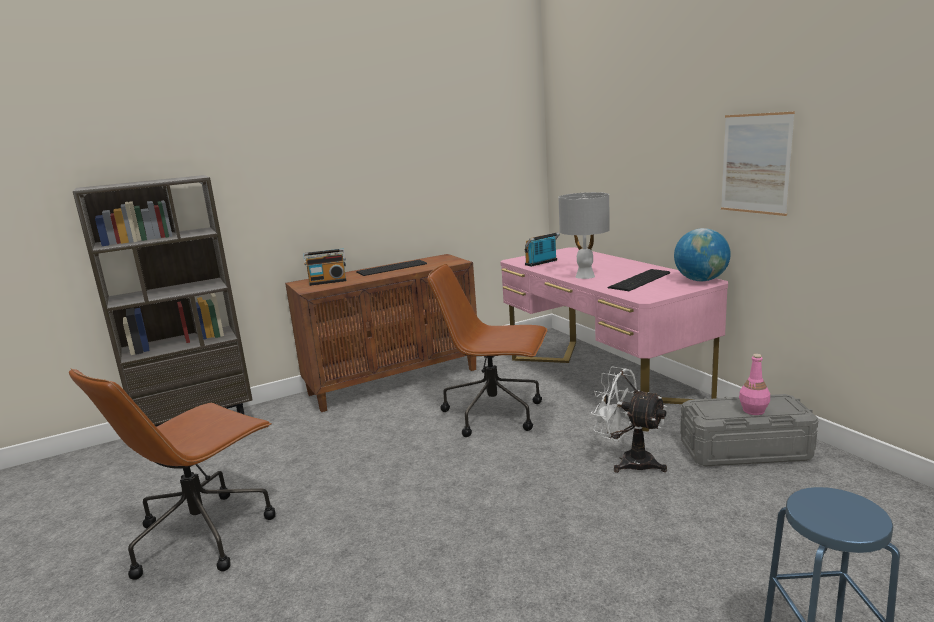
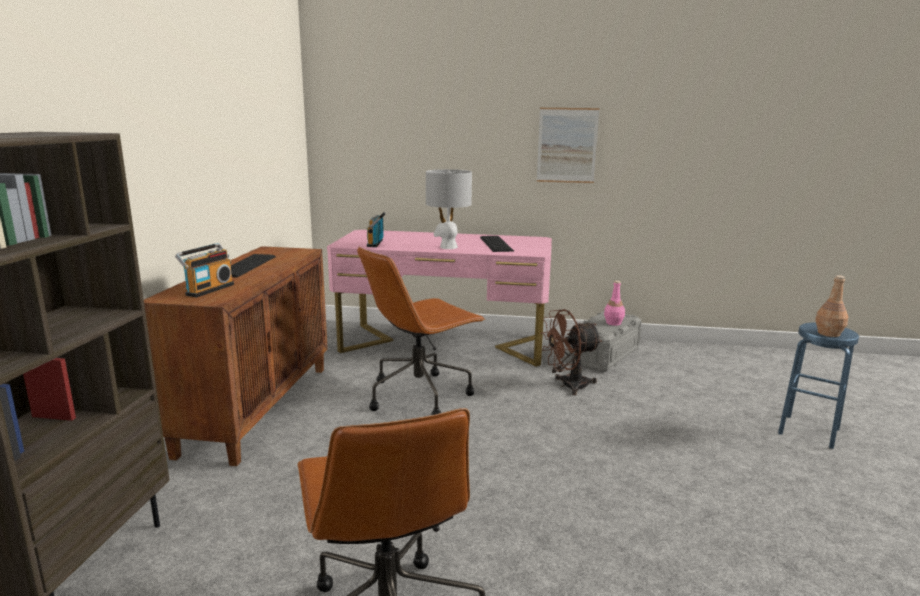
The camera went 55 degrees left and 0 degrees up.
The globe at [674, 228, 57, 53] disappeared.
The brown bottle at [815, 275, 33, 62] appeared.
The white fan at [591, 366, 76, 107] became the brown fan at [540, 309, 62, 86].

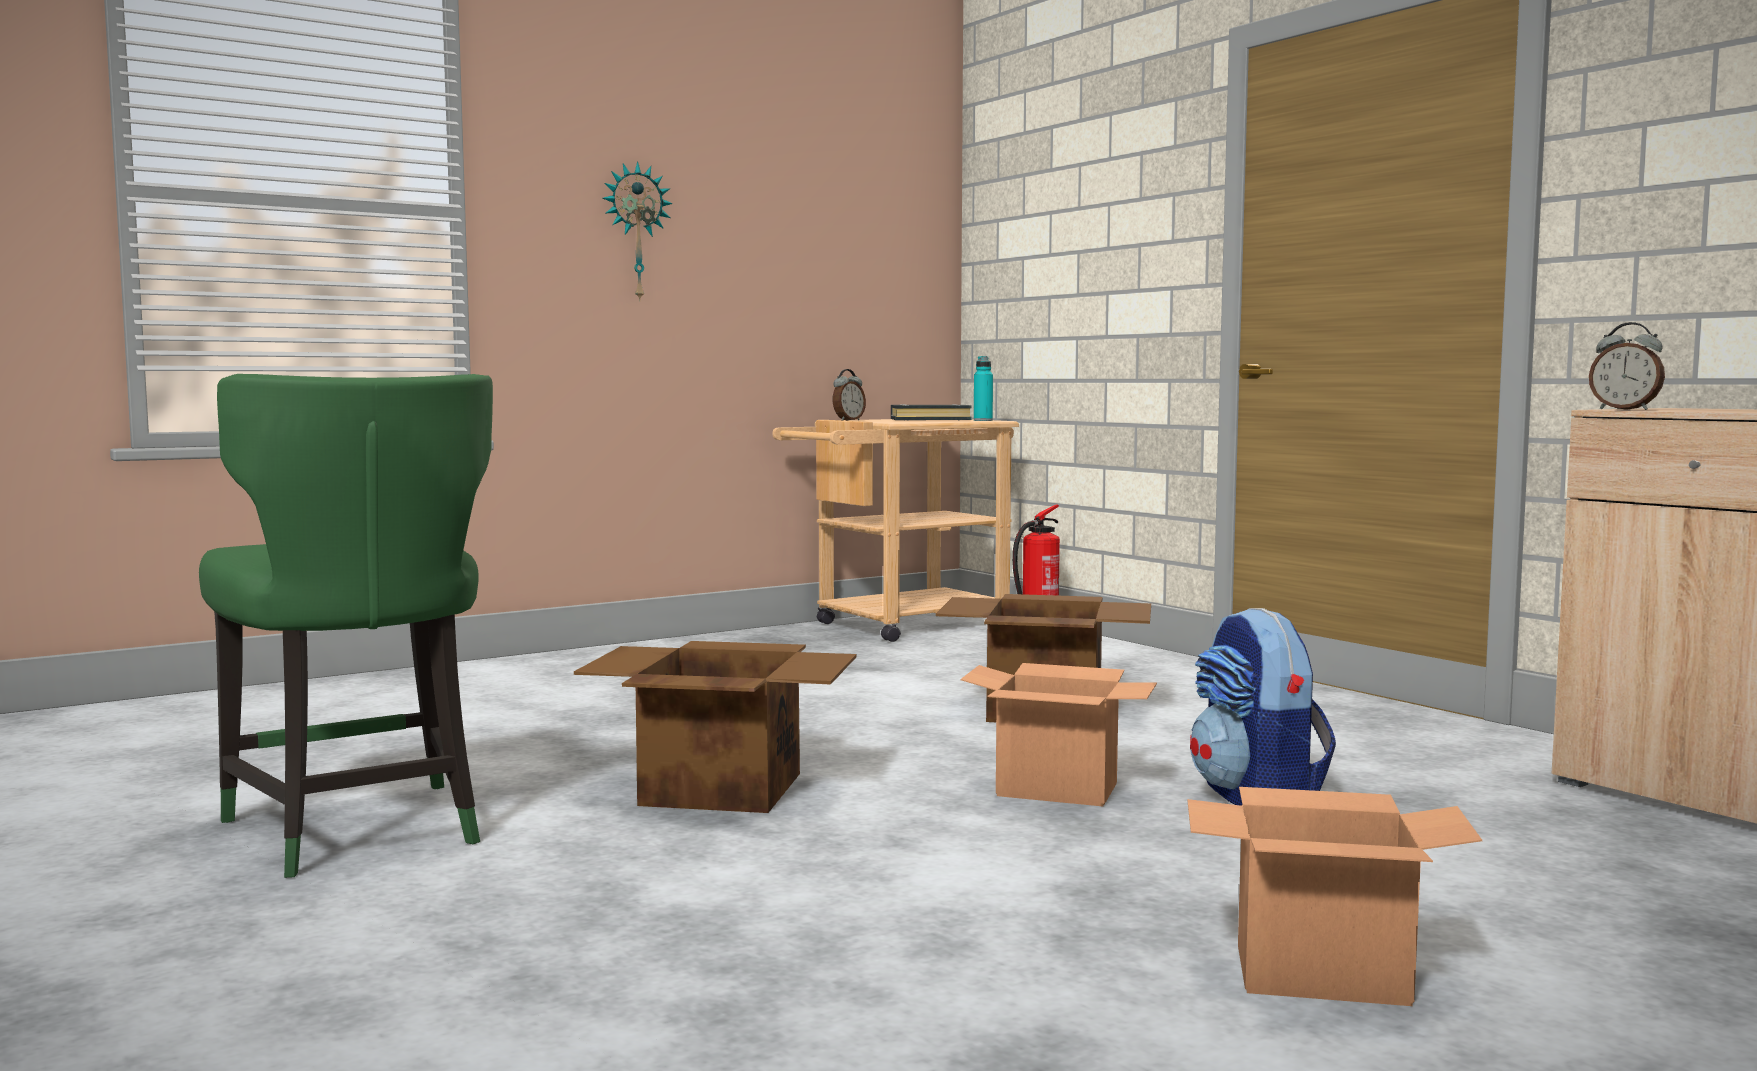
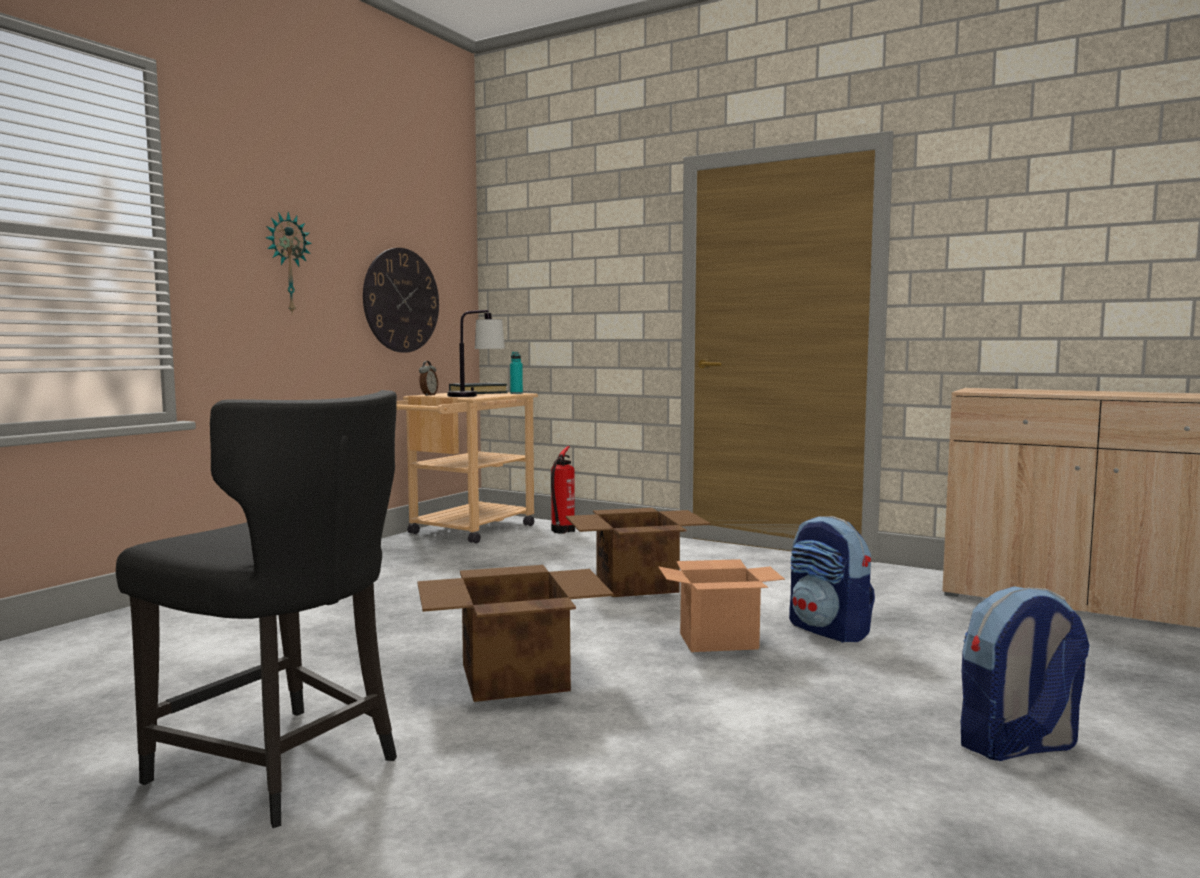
The camera went 25 degrees left and 0 degrees up.
The alarm clock at [1589, 322, 76, 88] disappeared.
The wall clock at [363, 248, 76, 105] appeared.
The table lamp at [447, 310, 58, 87] appeared.
The cardboard box at [1187, 787, 295, 219] was replaced by the backpack at [961, 586, 129, 175].
The green chair at [199, 374, 294, 504] became the black chair at [116, 390, 281, 438].

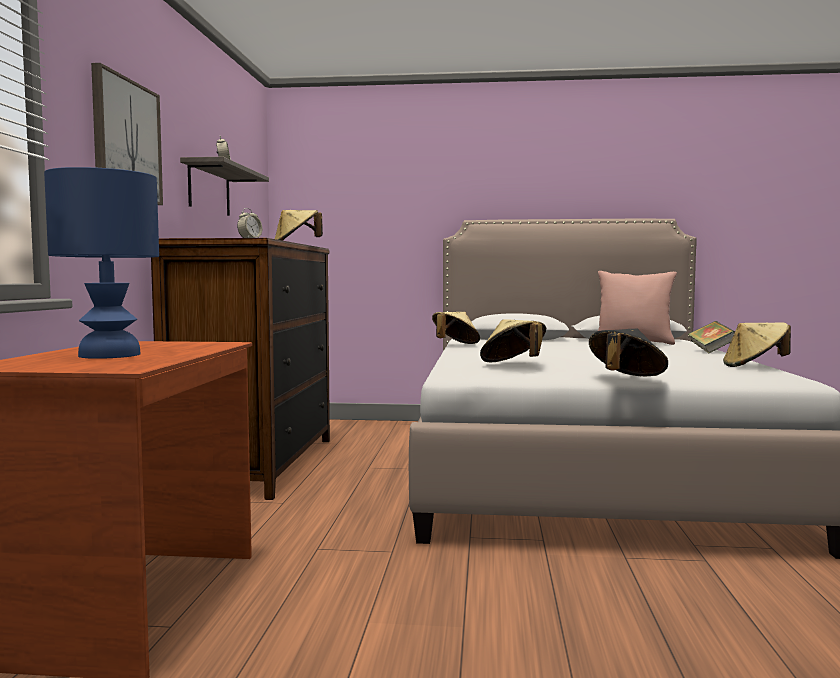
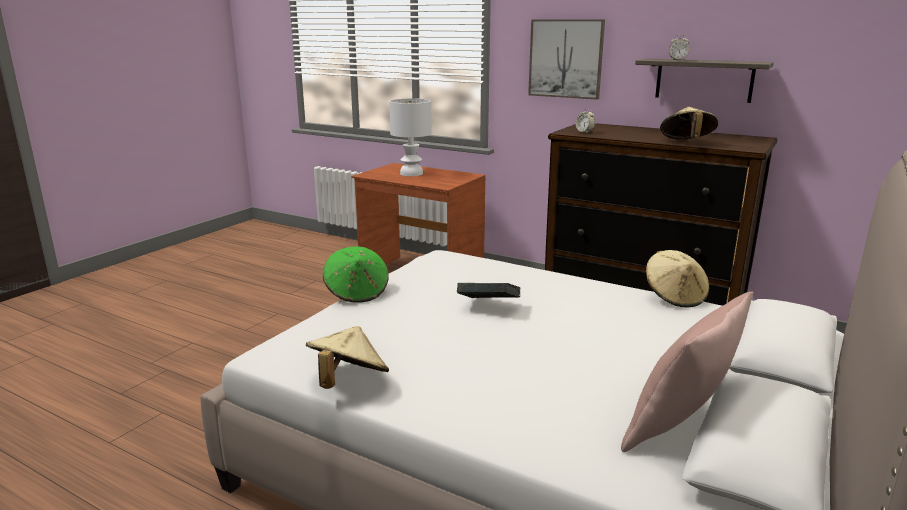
The camera went 115 degrees right and 15 degrees up.
The beige hat at [480, 319, 66, 43] disappeared.
The book moved from [687, 321, 48, 32] to [457, 283, 63, 15].
The blue table lamp at [44, 167, 115, 192] became the white table lamp at [389, 98, 43, 78].
The black hat at [589, 328, 79, 49] became the green hat at [323, 246, 66, 57].

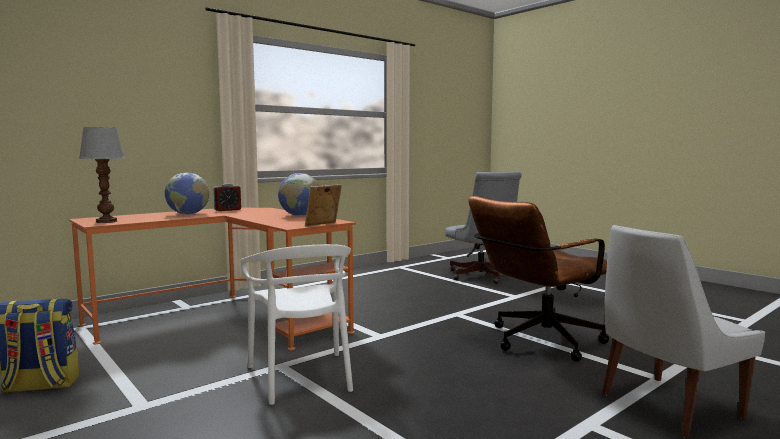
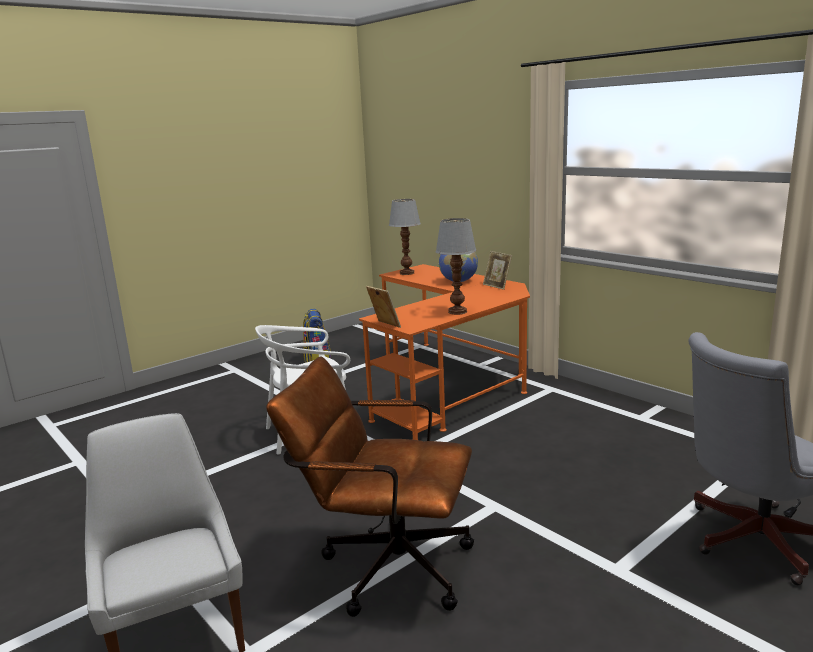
The camera went 90 degrees right and 10 degrees up.
The alarm clock at [214, 183, 27, 28] was replaced by the picture frame at [483, 251, 29, 39].
The globe at [278, 173, 41, 43] was replaced by the table lamp at [436, 218, 41, 97].
The brown office chair at [468, 196, 141, 166] turned 45 degrees counterclockwise.

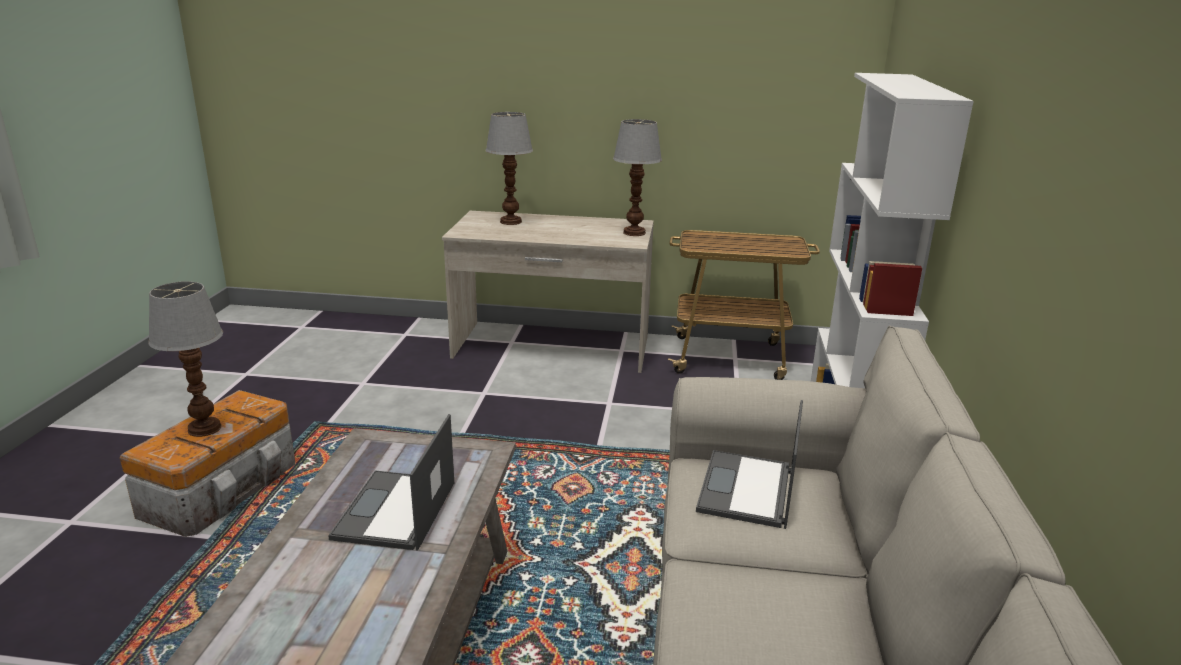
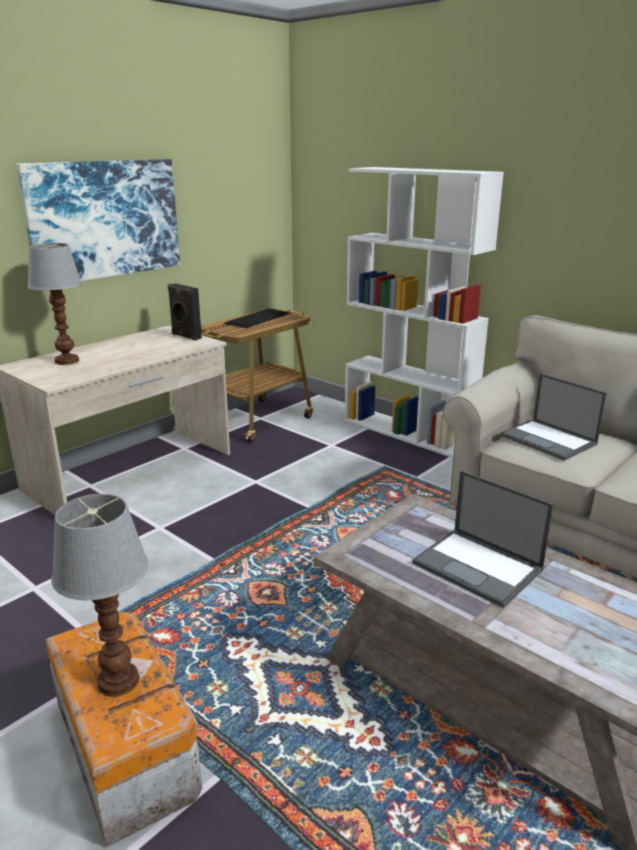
The camera went 55 degrees left and 0 degrees up.
The picture at [16, 159, 164, 122] appeared.
The keyboard at [224, 308, 66, 20] appeared.
The table lamp at [613, 119, 49, 117] was replaced by the black speaker at [168, 283, 34, 58].

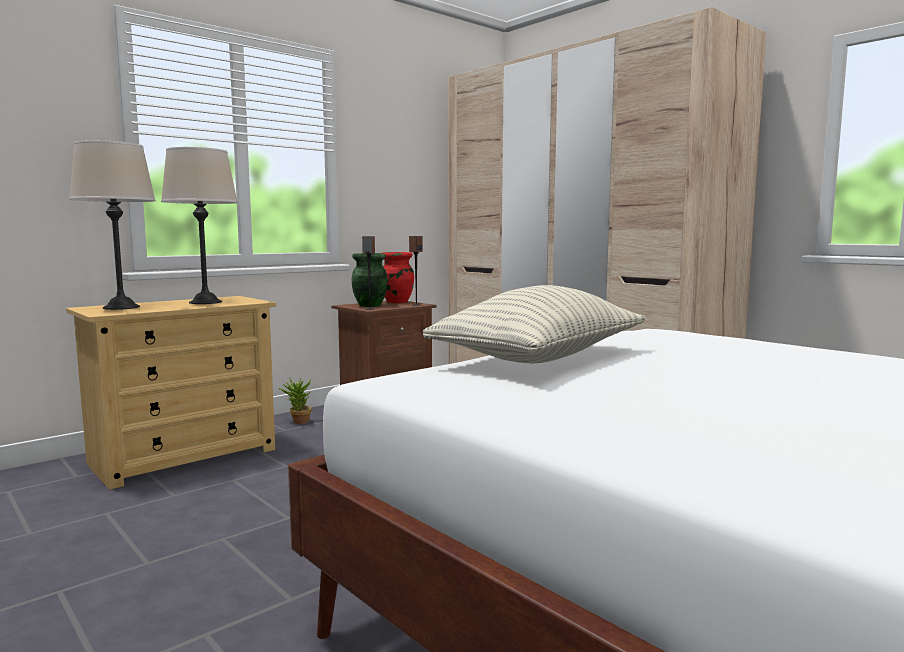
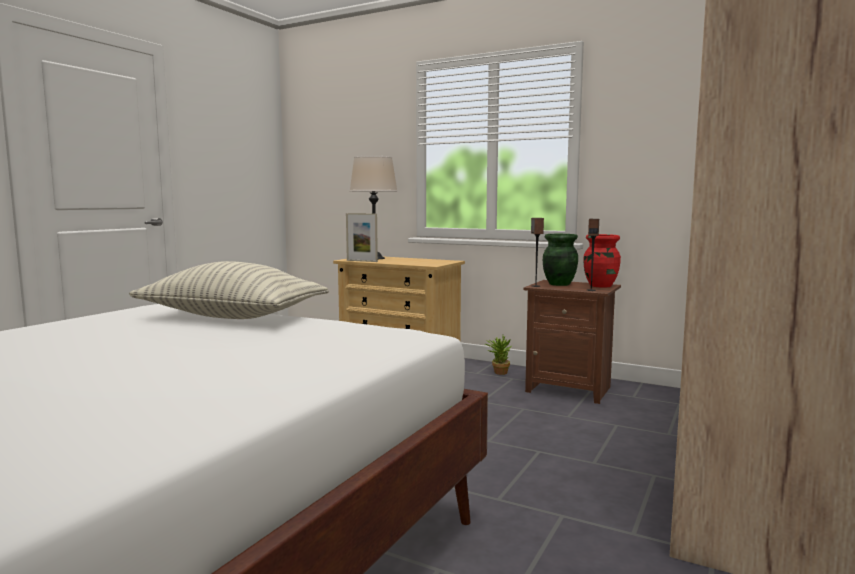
The camera went 70 degrees right and 0 degrees up.
The beige table lamp at [161, 147, 77, 157] disappeared.
The picture frame at [346, 213, 32, 49] appeared.

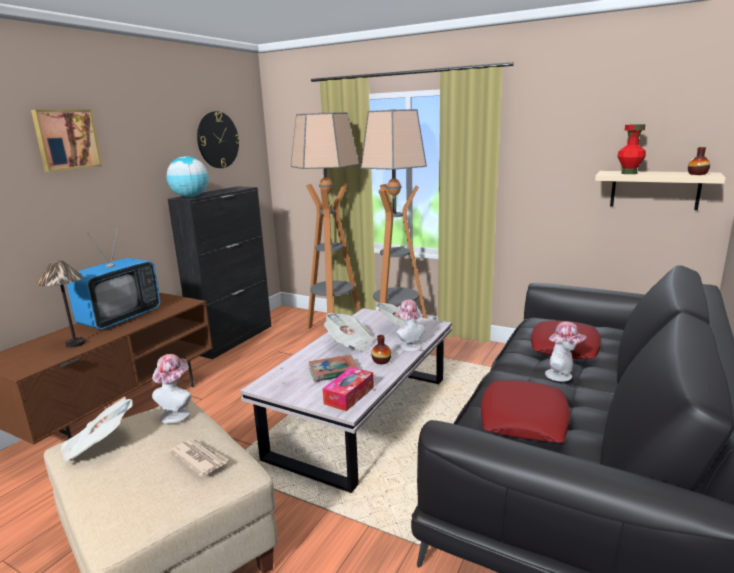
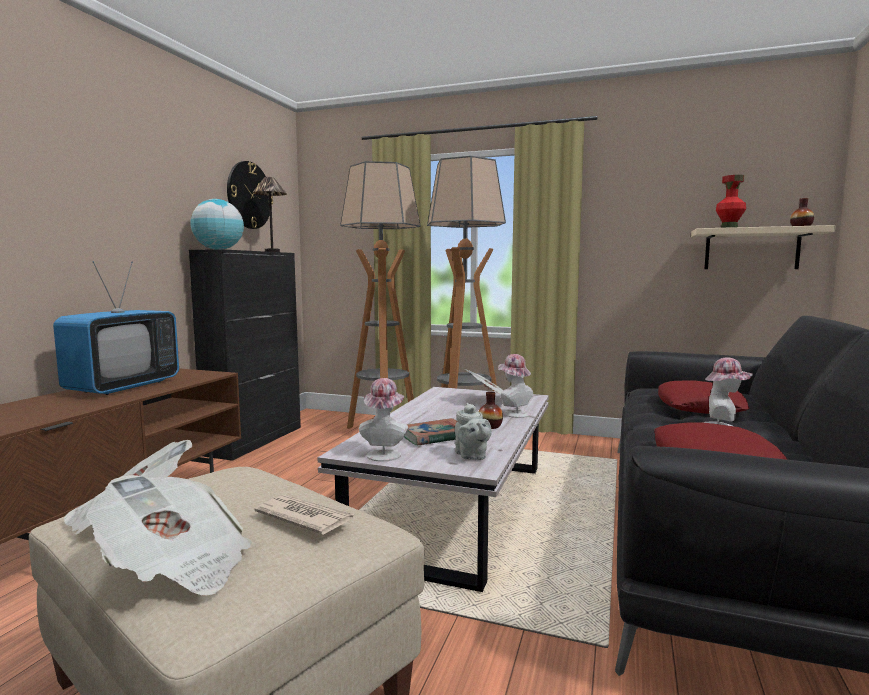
The camera went 10 degrees left and 10 degrees down.
The picture at [31, 110, 71, 62] disappeared.
The table lamp moved from [37, 260, 48, 88] to [252, 177, 35, 75].
The hat moved from [152, 354, 40, 70] to [359, 378, 49, 84].
The newspaper moved from [324, 313, 50, 40] to [87, 475, 165, 121].
The tissue box at [323, 367, 51, 44] was replaced by the grey teapot at [455, 403, 37, 57].

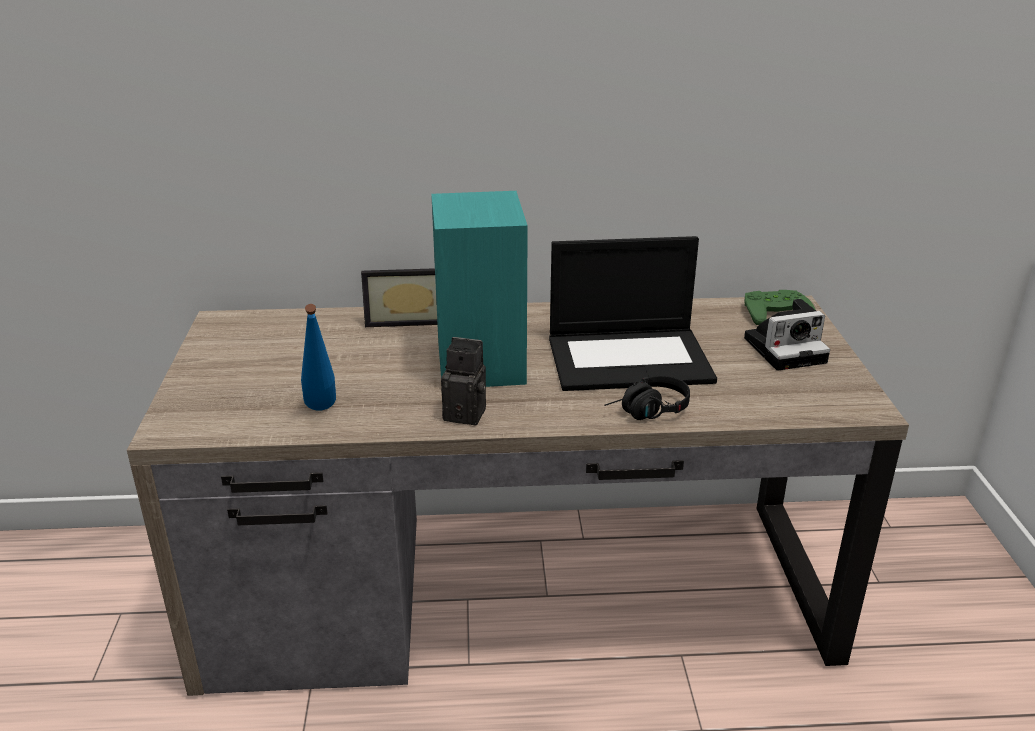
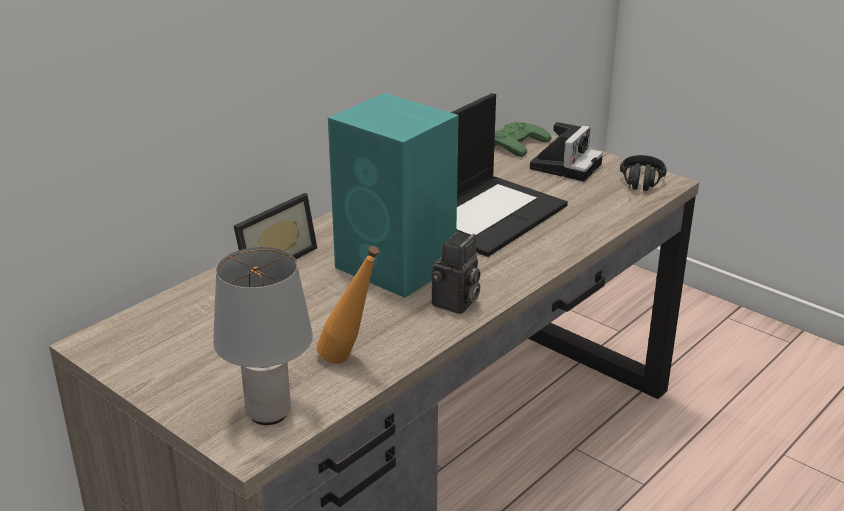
The camera went 45 degrees left and 0 degrees up.
The grey table lamp at [213, 247, 100, 178] appeared.
The black headphones moved from [604, 376, 86, 44] to [620, 155, 47, 36].
The blue bottle at [301, 304, 35, 106] became the orange bottle at [316, 246, 63, 118].
The photo camera at [441, 337, 45, 88] turned 150 degrees clockwise.

